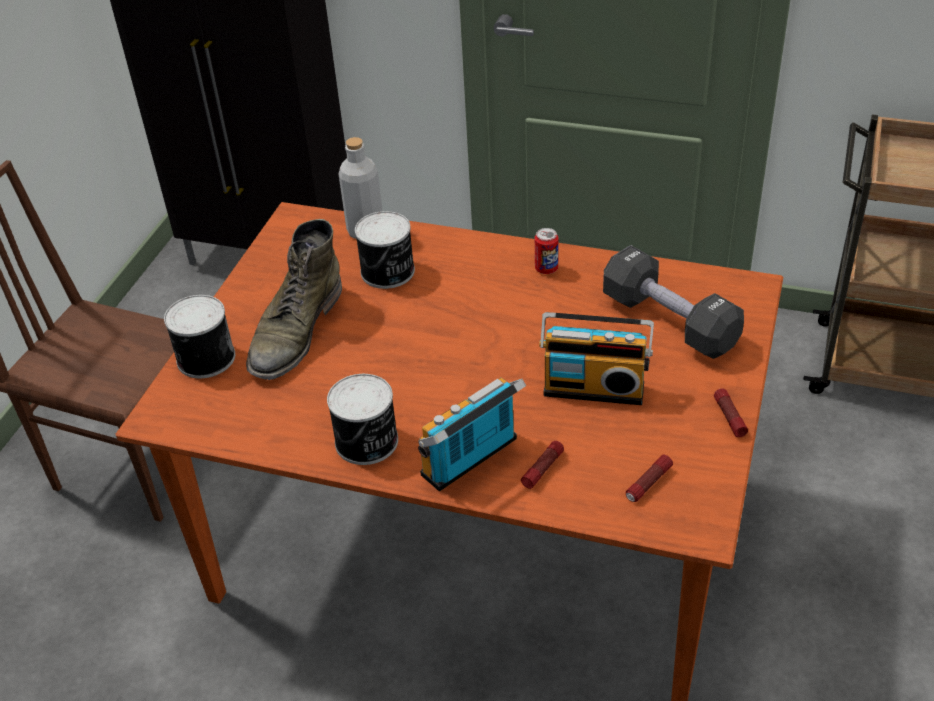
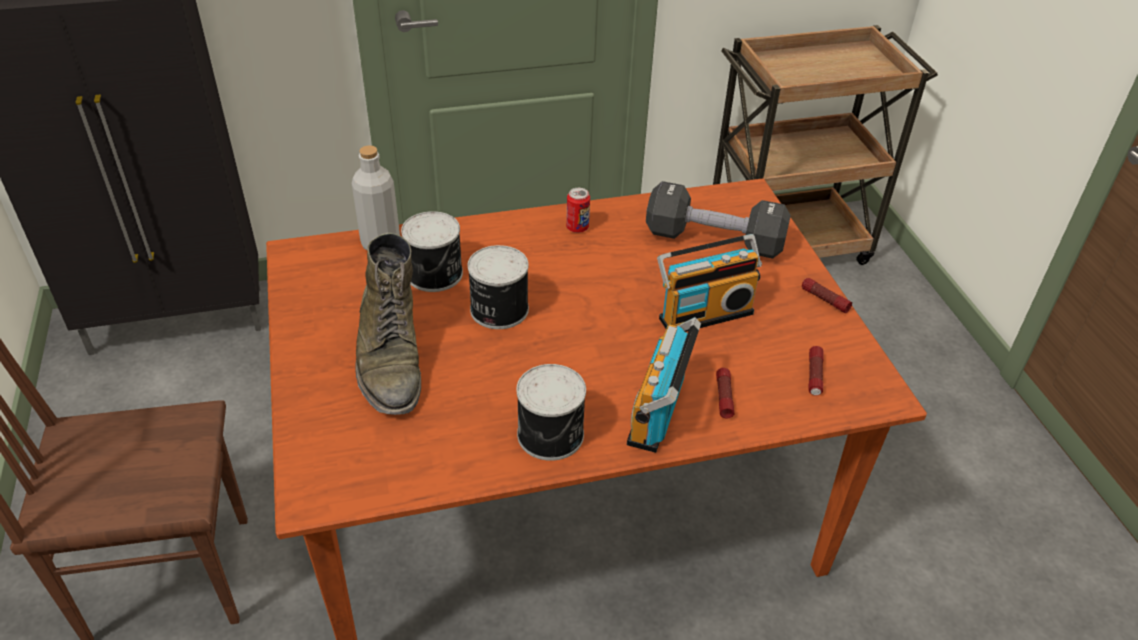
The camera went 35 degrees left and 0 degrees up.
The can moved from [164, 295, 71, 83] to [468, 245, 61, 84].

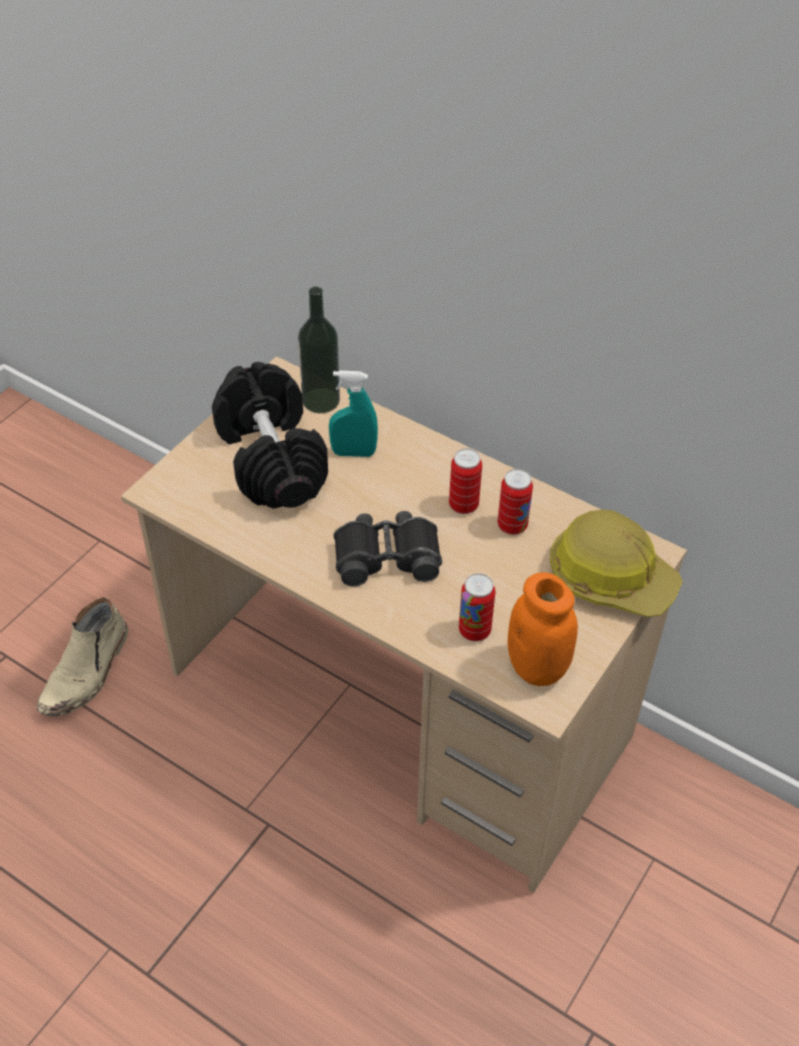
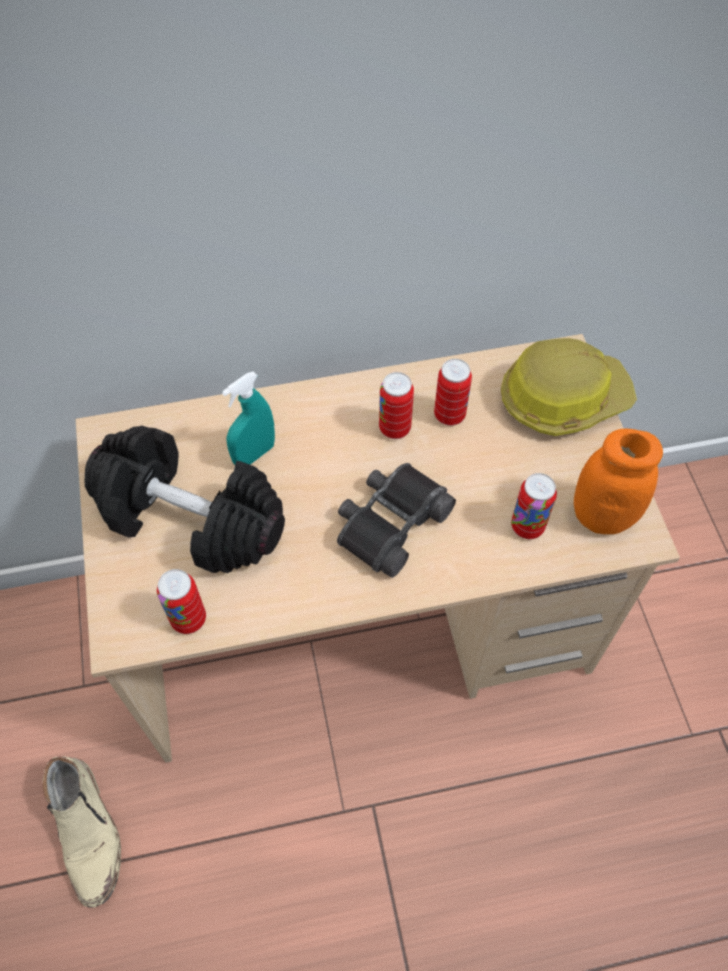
The camera went 45 degrees left and 10 degrees up.
The bottle at [298, 287, 42, 126] disappeared.
The can at [157, 569, 49, 65] appeared.

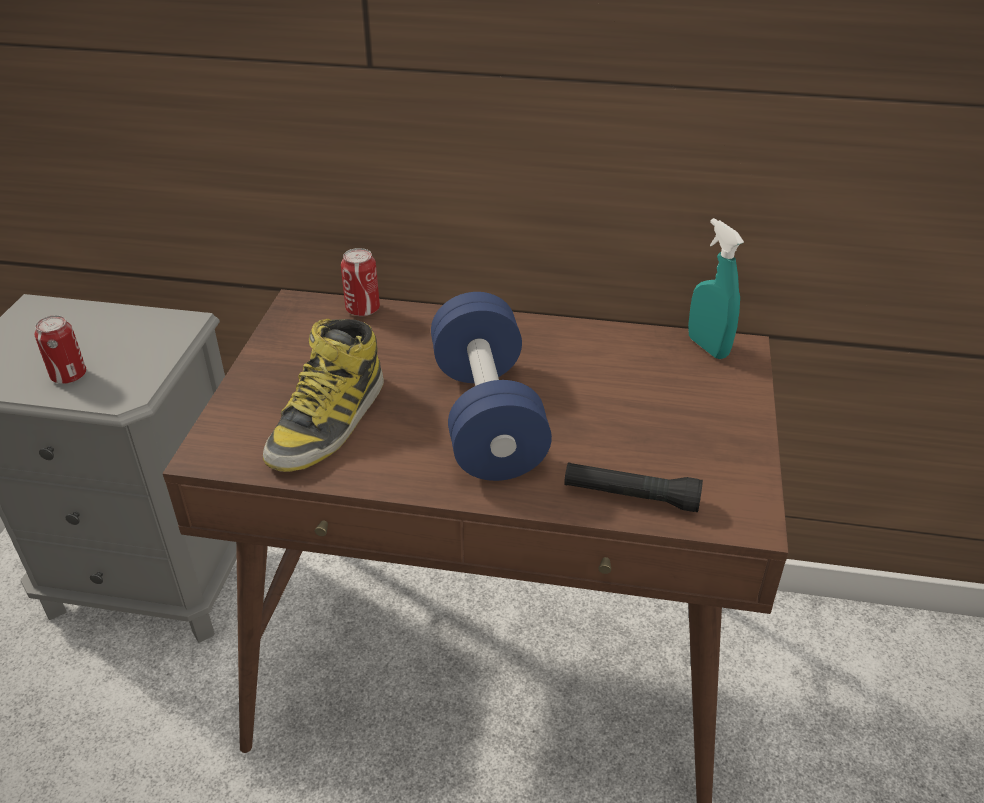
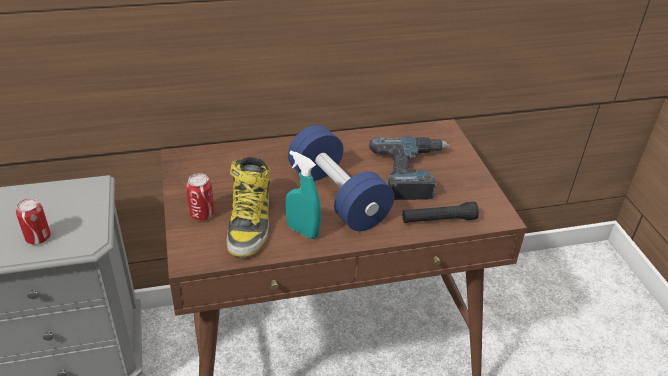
The camera went 25 degrees left and 0 degrees up.
The power drill at [369, 137, 81, 63] appeared.
The can moved from [341, 248, 39, 68] to [186, 173, 29, 48].
The turquoise spray bottle moved from [688, 218, 56, 141] to [285, 150, 36, 89].

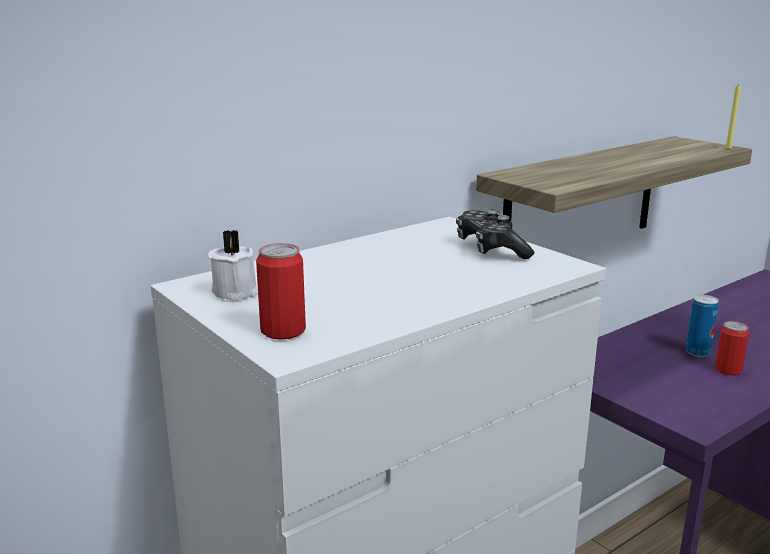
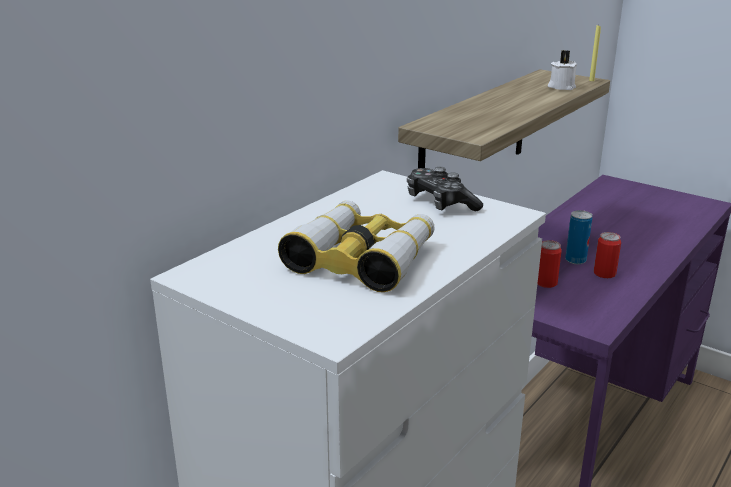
The camera went 15 degrees left and 5 degrees up.
The binoculars at [278, 201, 157, 91] appeared.
The white candle moved from [208, 230, 50, 71] to [548, 50, 29, 40].
The can moved from [256, 243, 50, 97] to [537, 240, 25, 48].

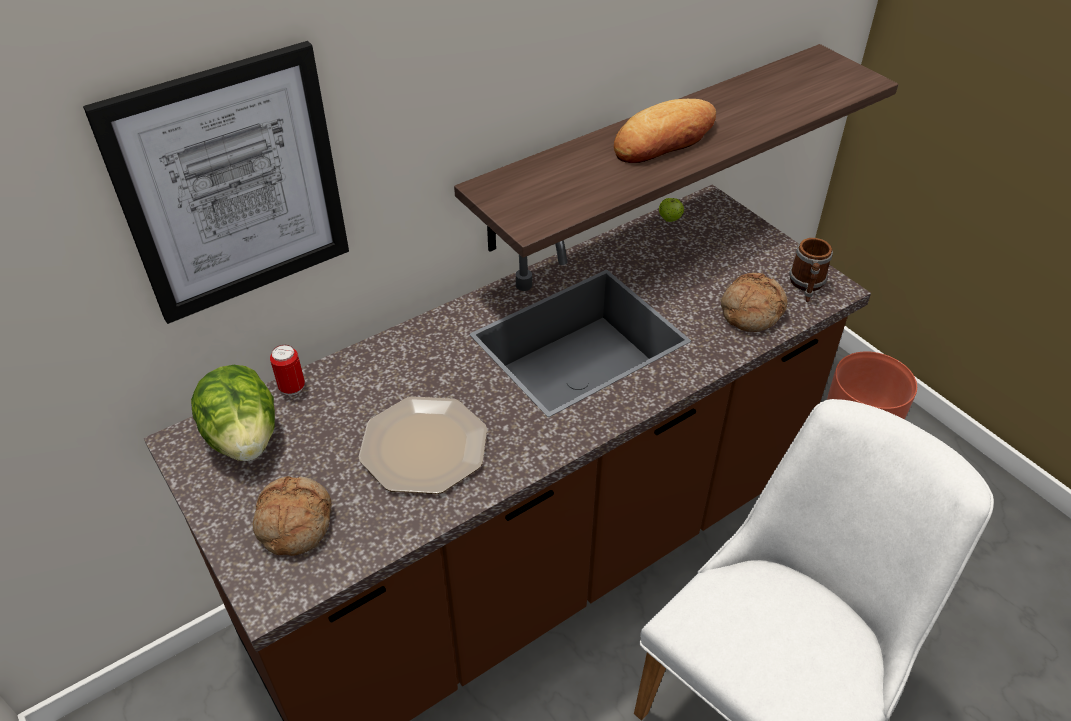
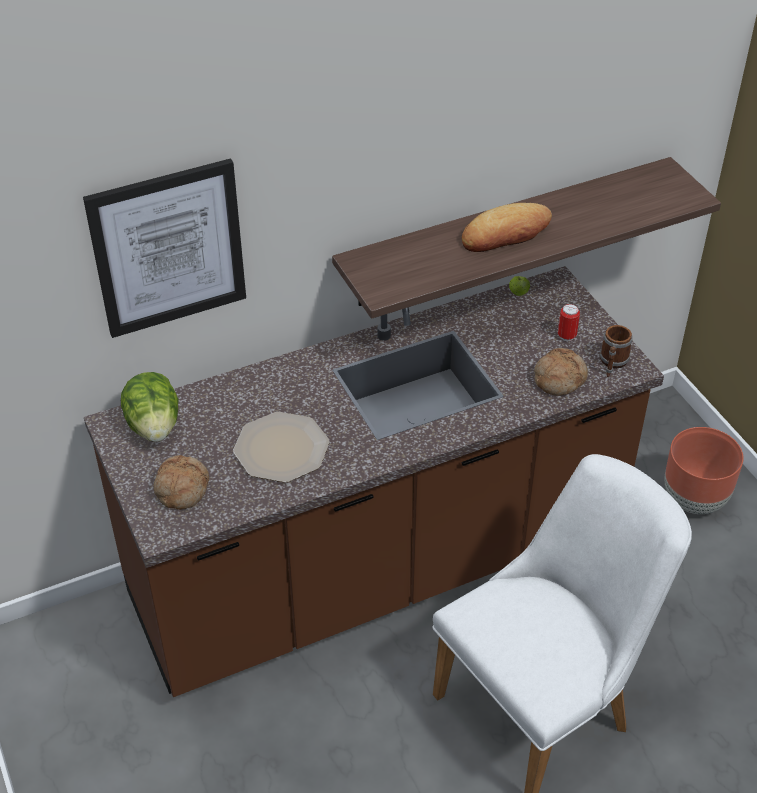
The camera went 10 degrees right and 0 degrees up.
The can moved from [270, 345, 35, 50] to [558, 304, 22, 37].

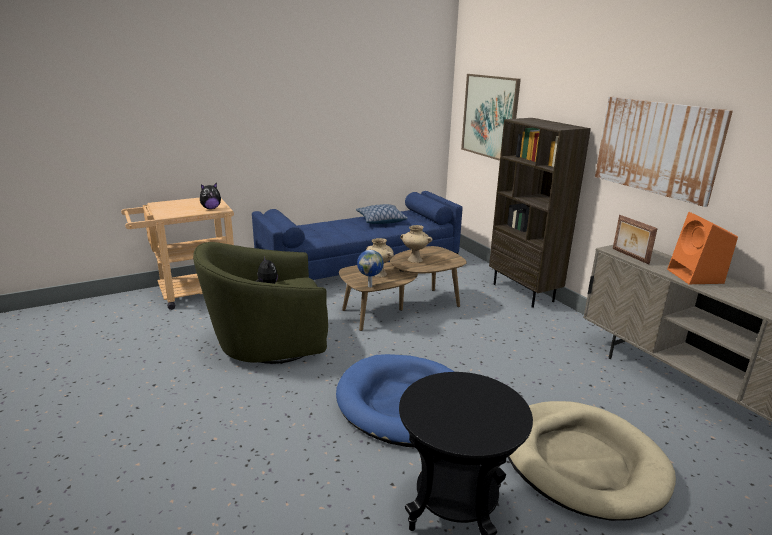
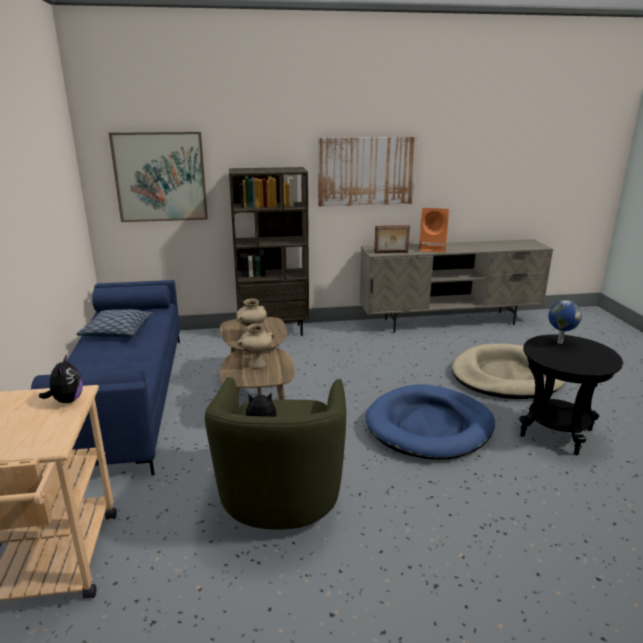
The camera went 70 degrees left and 0 degrees up.
The globe moved from [357, 250, 27, 37] to [548, 300, 34, 44].

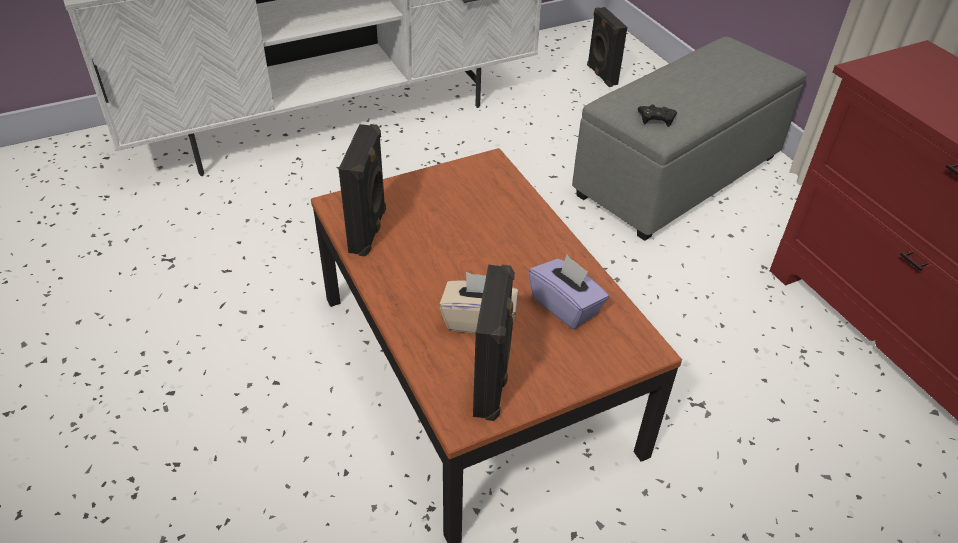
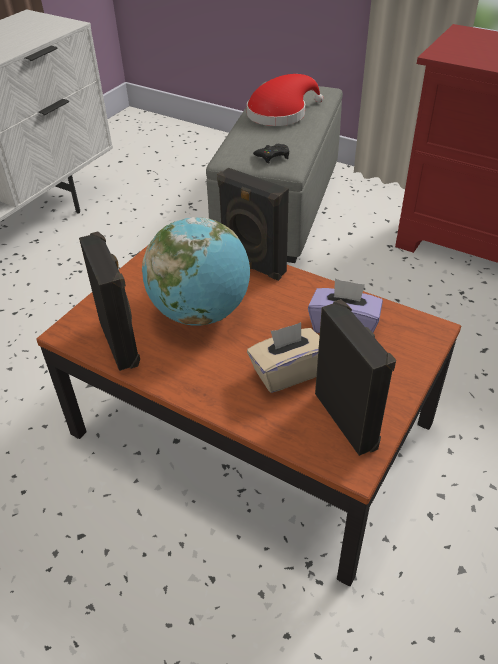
The camera went 30 degrees left and 0 degrees up.
The globe at [142, 217, 108, 108] appeared.
The red hat at [247, 74, 76, 52] appeared.
The black speaker moved from [587, 7, 40, 80] to [217, 168, 72, 113].

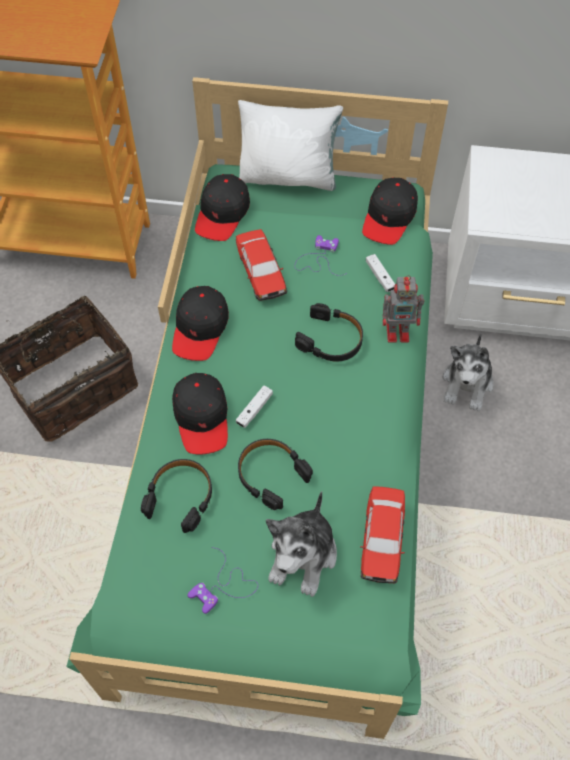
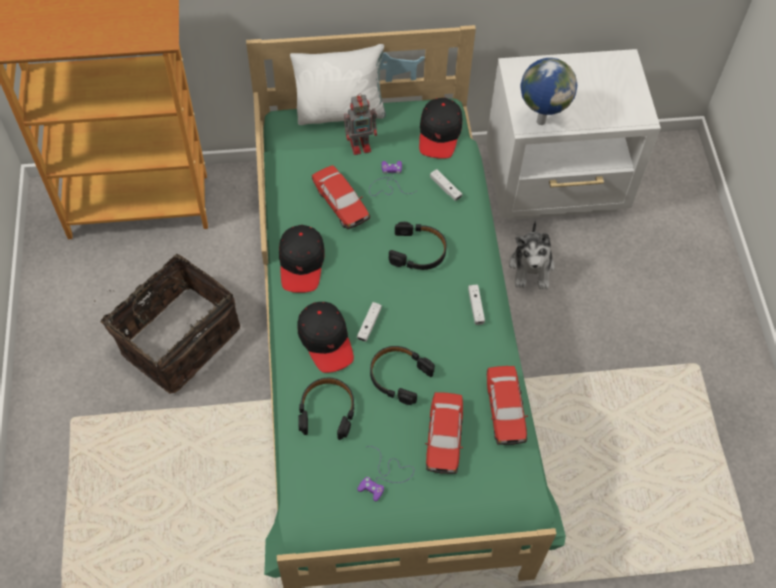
The camera went 15 degrees left and 0 degrees up.
The black cap at [195, 174, 55, 67] disappeared.
The white game controller at [468, 285, 17, 40] appeared.
The globe at [520, 58, 57, 67] appeared.
The toy robot moved from [383, 275, 41, 68] to [344, 93, 33, 62].
The plush toy at [266, 491, 71, 106] was replaced by the toy car at [425, 392, 38, 82].

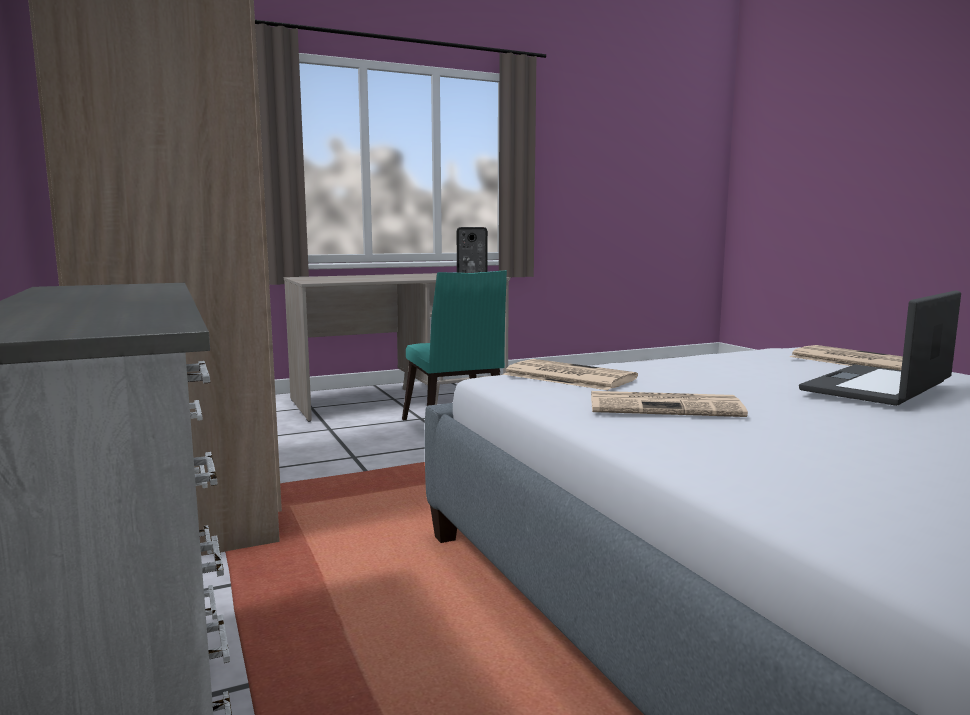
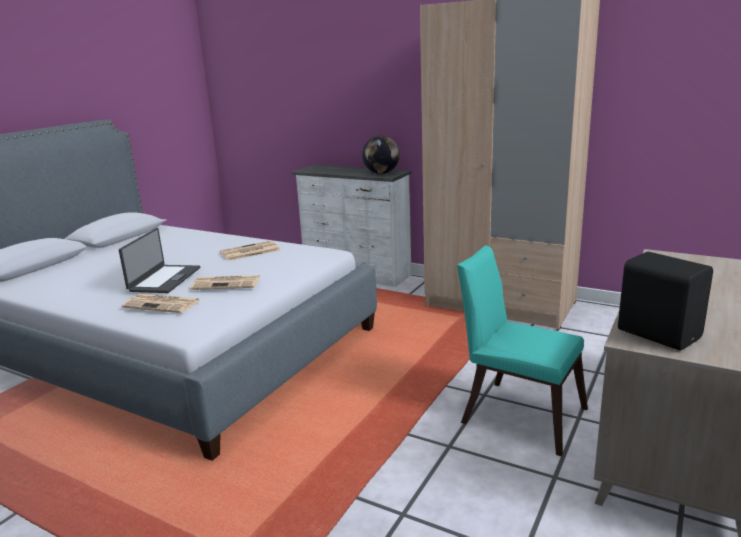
The camera went 145 degrees right and 10 degrees up.
The globe at [362, 136, 38, 38] appeared.
The newspaper moved from [503, 359, 135, 31] to [190, 275, 70, 15].

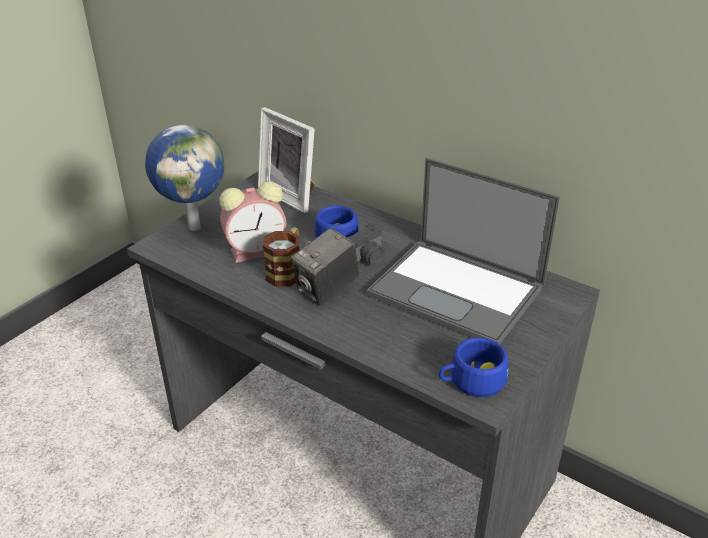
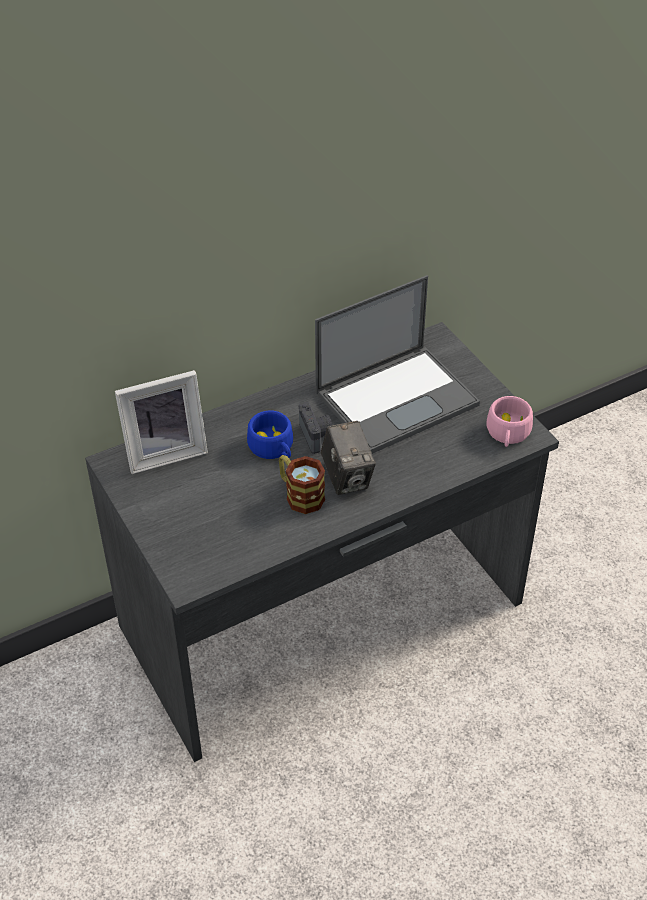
The camera went 65 degrees left and 10 degrees up.
The globe at [145, 125, 79, 106] disappeared.
The alarm clock at [219, 181, 67, 82] disappeared.
The blue cup at [439, 337, 69, 60] became the pink cup at [486, 396, 47, 51].

